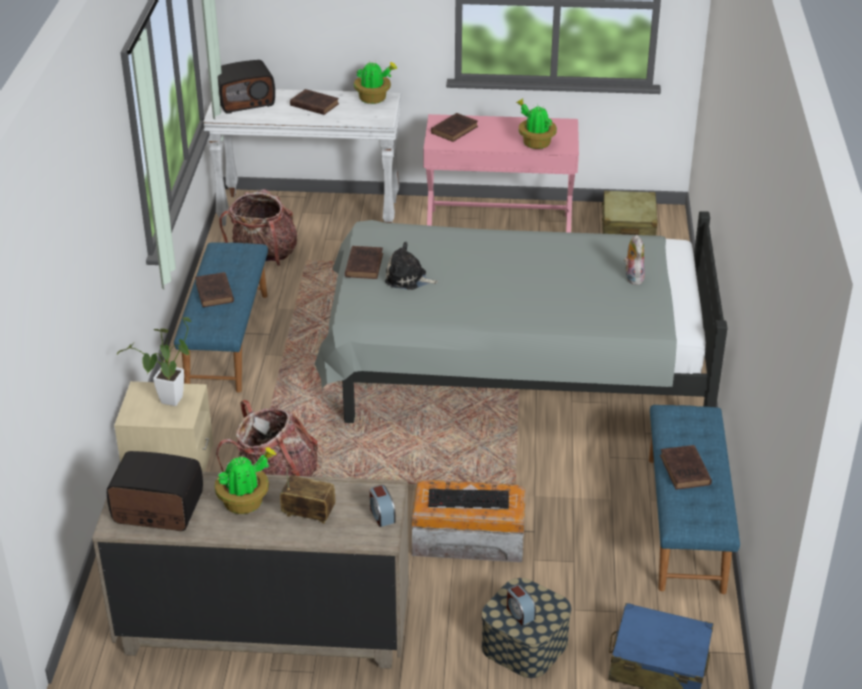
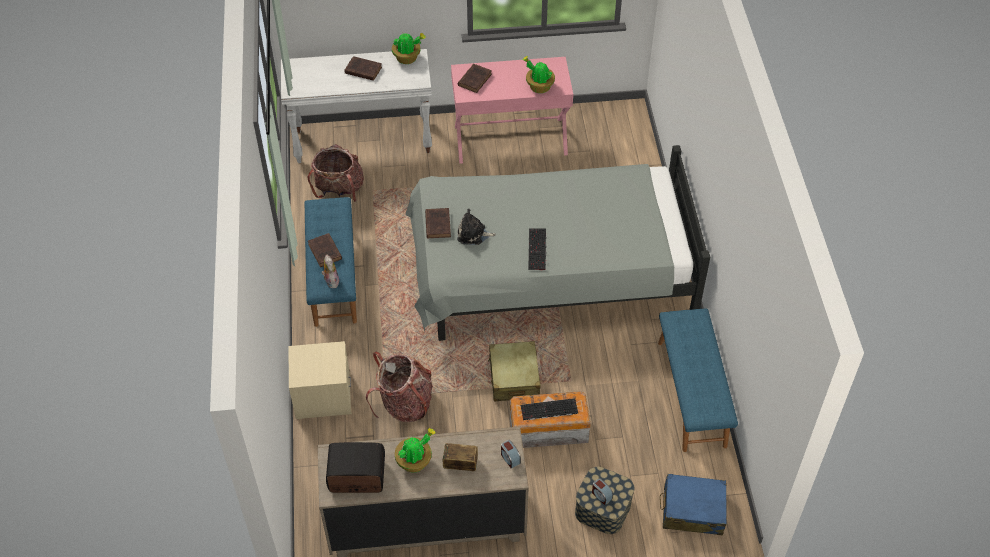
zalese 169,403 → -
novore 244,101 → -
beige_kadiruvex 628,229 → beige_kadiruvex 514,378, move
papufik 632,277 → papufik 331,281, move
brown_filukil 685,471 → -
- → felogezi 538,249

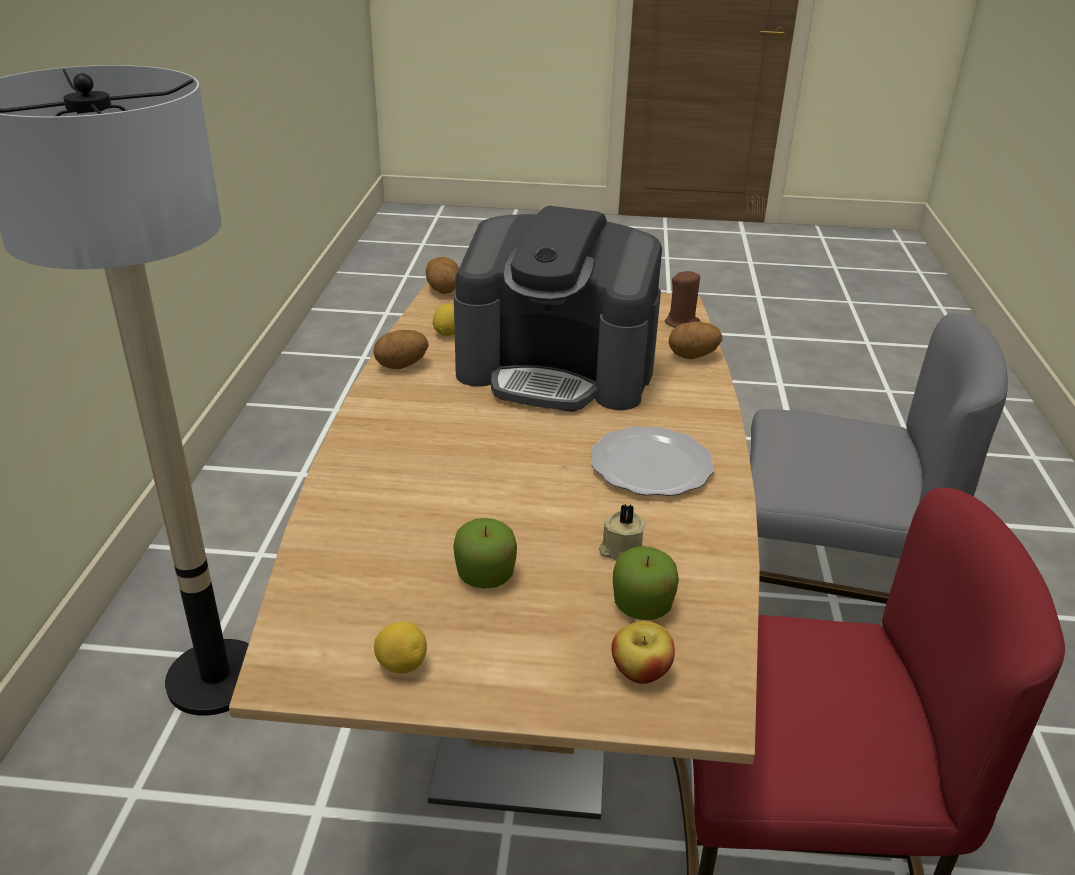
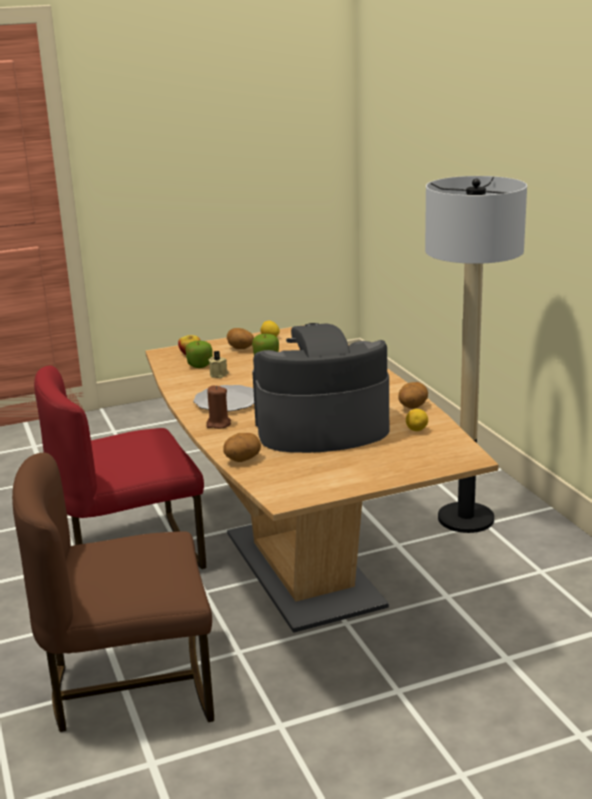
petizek 443,290 → petizek 240,349, move
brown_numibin 682,323 → brown_numibin 218,424, move
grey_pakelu 822,591 → brown_pakelu 131,686

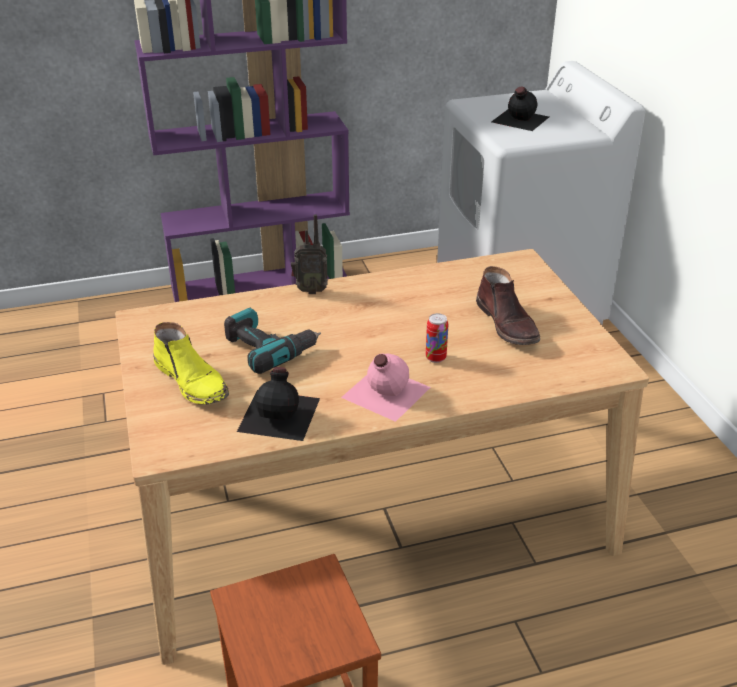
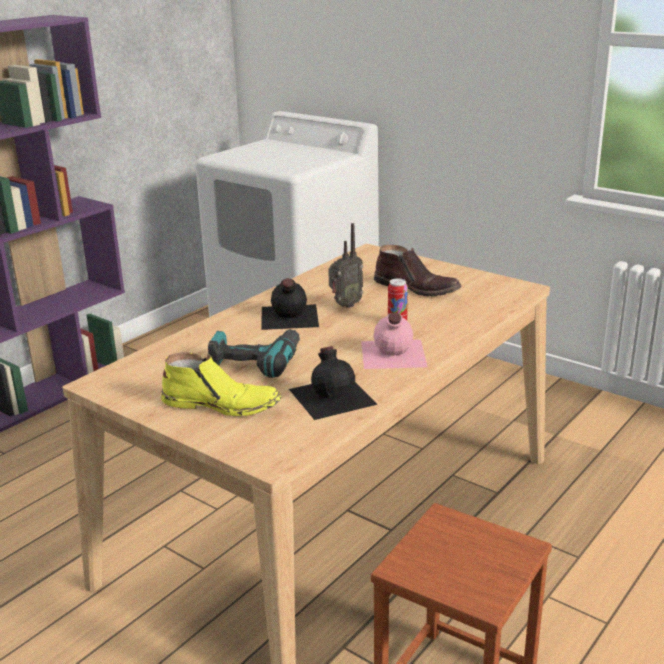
novore 310,290 → novore 345,305, move
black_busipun 519,119 → black_busipun 288,317, move

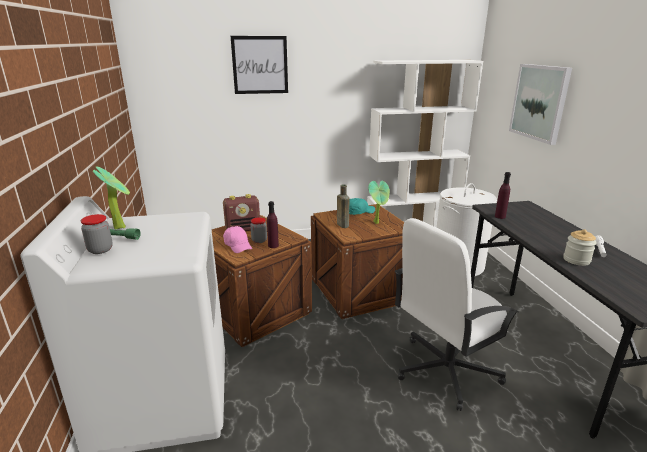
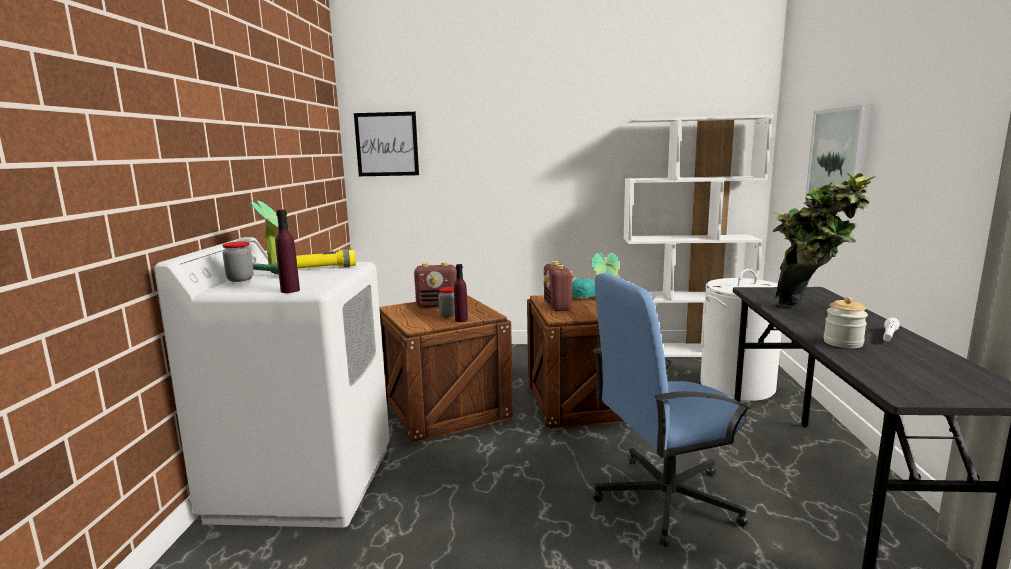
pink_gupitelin 238,245 → -
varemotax 260,65 → varemotax 387,144, move
brown_busipun 342,224 → novore 557,307
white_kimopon 445,370 → blue_kimopon 664,499
purple_busipun 500,216 → purple_busipun 290,290, move
- → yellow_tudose 322,268
- → zalese 811,310

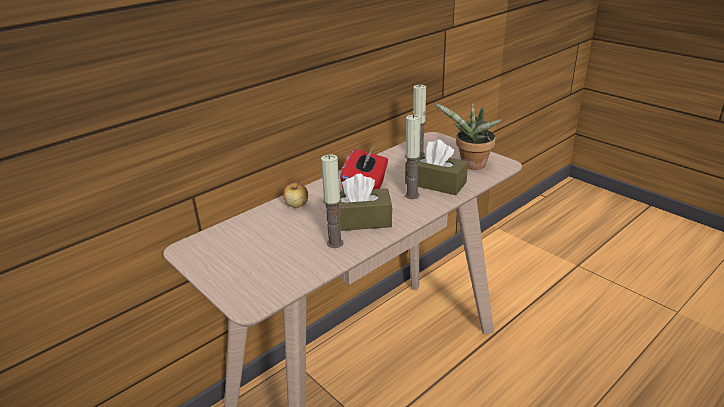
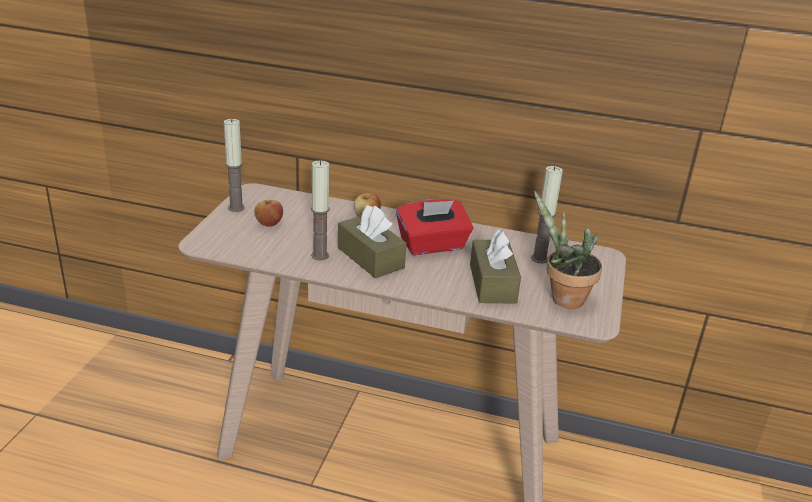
numibin 412,195 → numibin 236,208, move
- → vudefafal 269,223

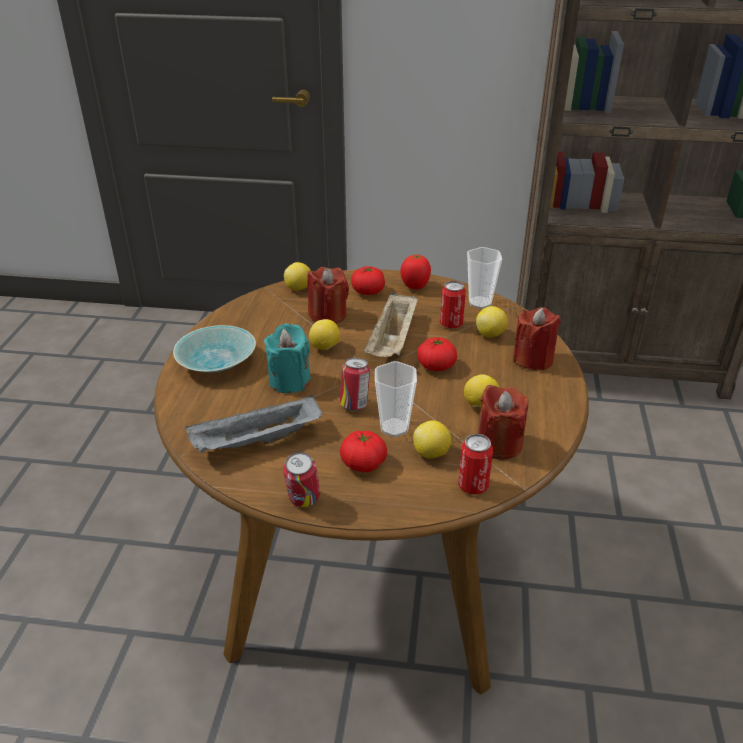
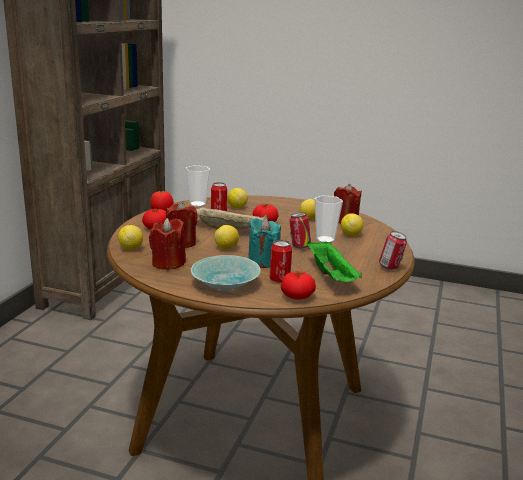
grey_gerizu 256,442 → green_gerizu 332,276
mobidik 363,463 → mobidik 297,296, move
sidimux 473,486 → sidimux 279,280, move
red_numibin 533,359 → red_numibin 168,263, move

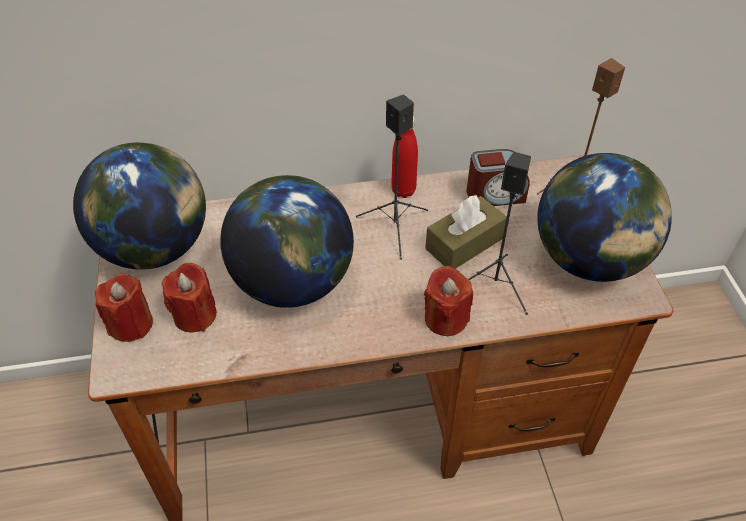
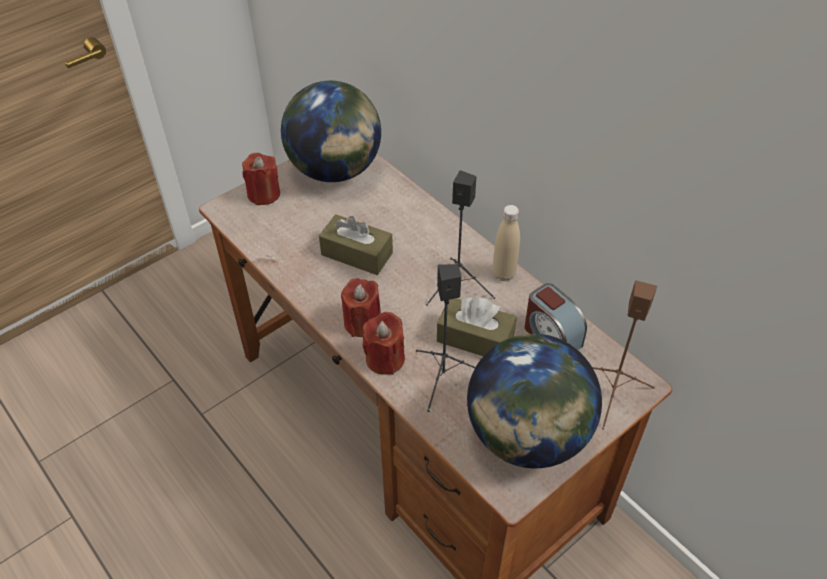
red_numibin 195,315 → red_numibin 362,322, move
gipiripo 293,282 → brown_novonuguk 357,254
red_busipun 403,191 → beige_busipun 503,274

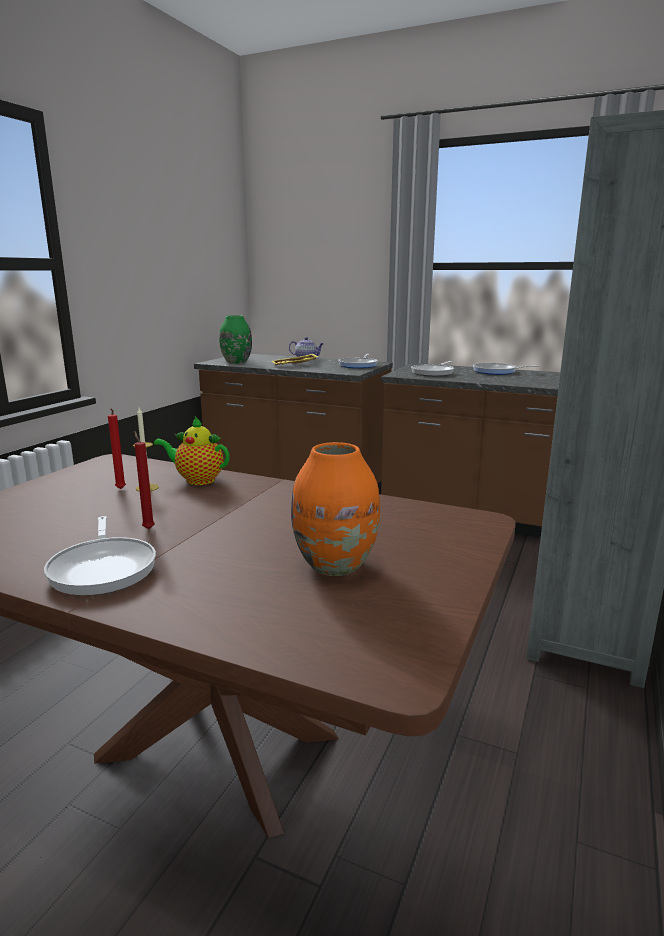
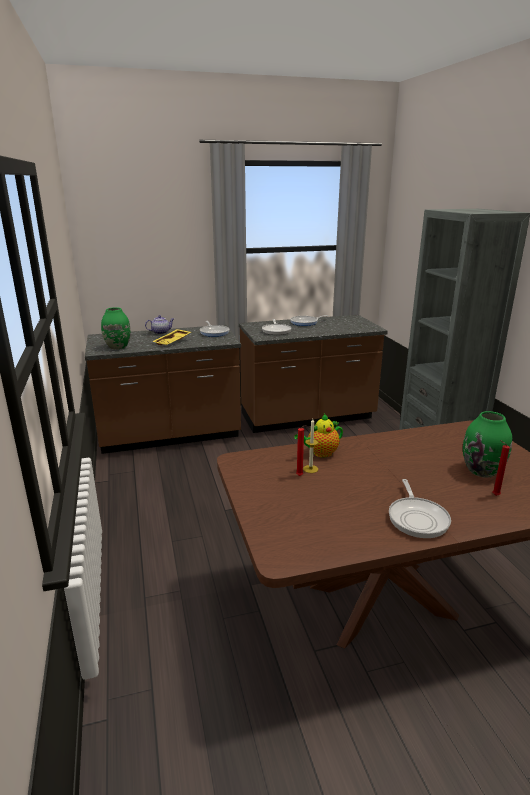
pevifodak 103,569 → pevifodak 417,518, 60 degrees clockwise
red_numibin 148,528 → red_numibin 494,495, move
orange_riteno 336,565 → green_riteno 482,471

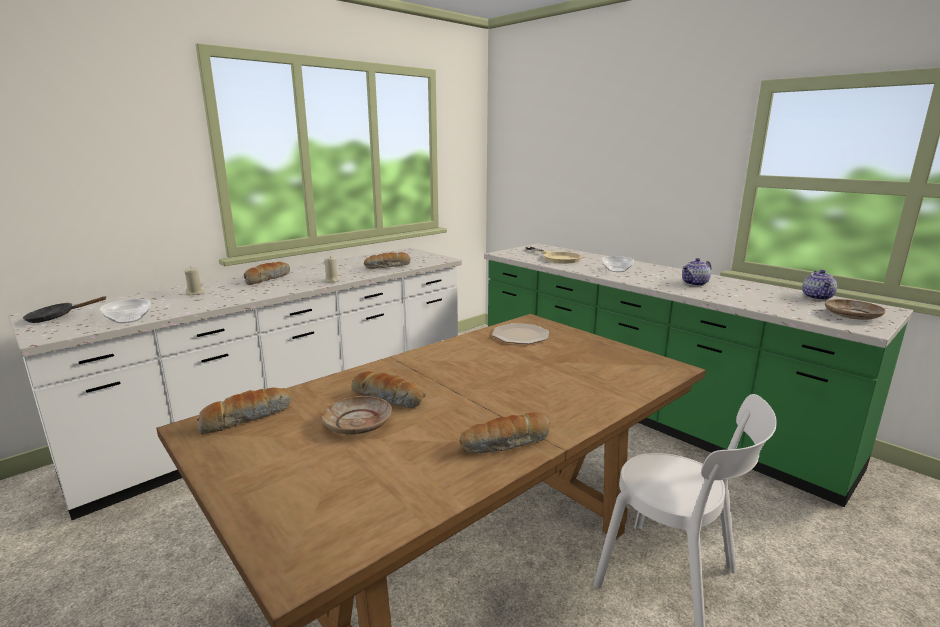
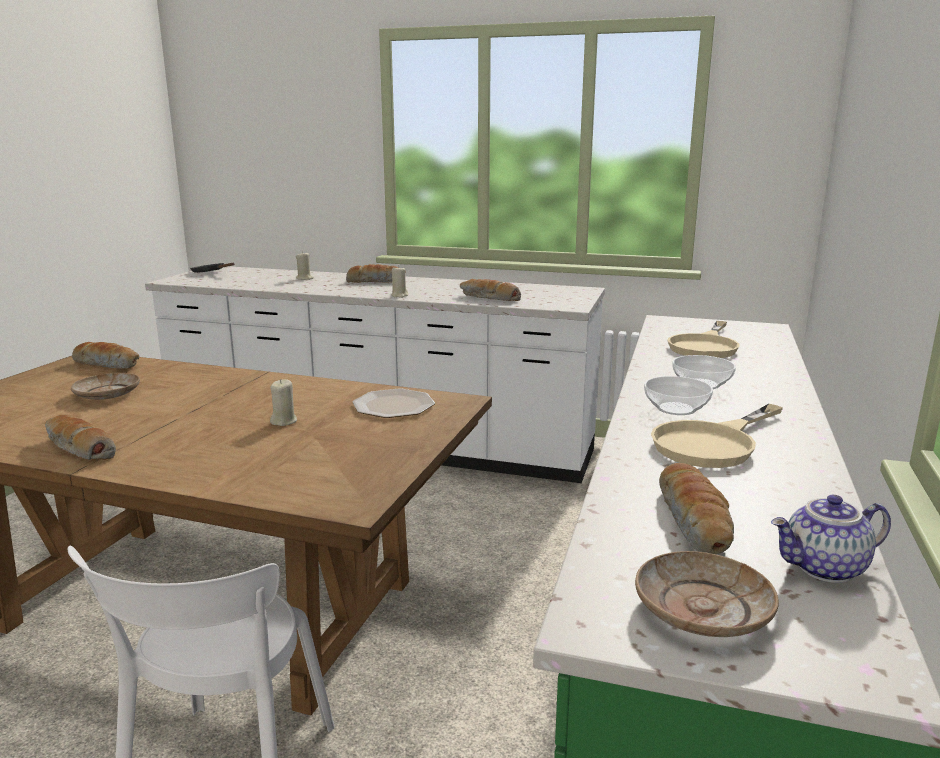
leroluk 128,319 → leroluk 676,408, move
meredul 389,398 → meredul 695,522, move
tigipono 695,284 → beige_pevifodak 713,443
- → beige_numibin 284,421

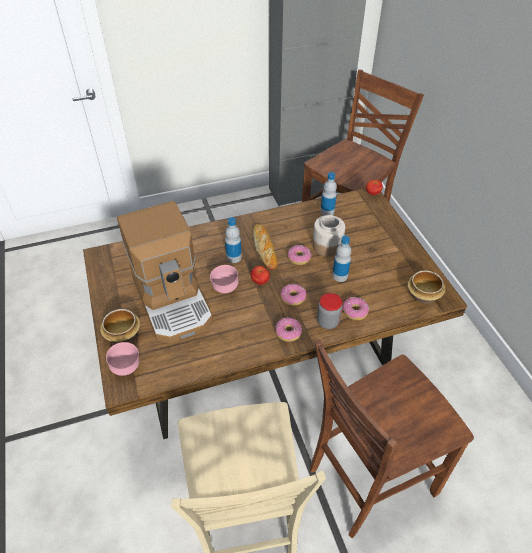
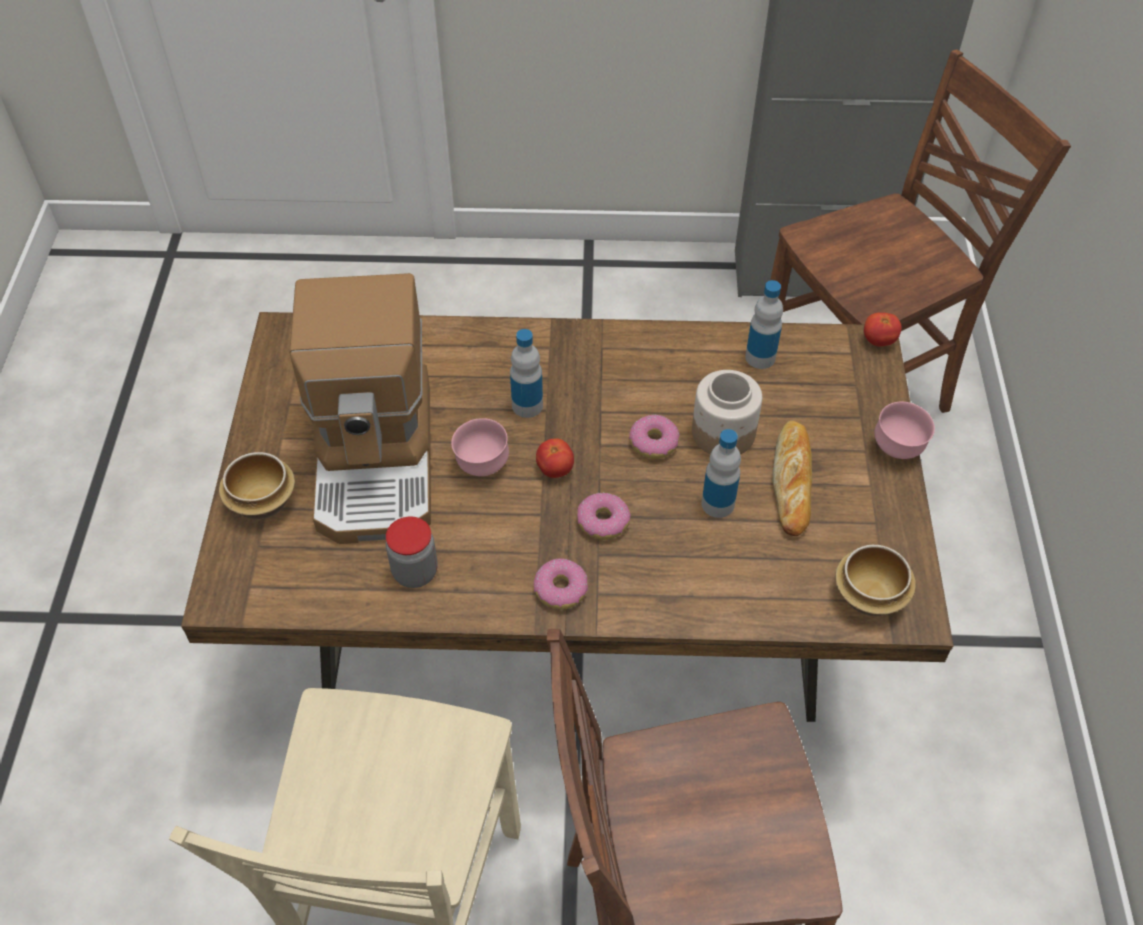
pink_leroluk 126,368 → pink_leroluk 898,449, move
meredul 265,249 → meredul 793,481, move
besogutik 328,322 → besogutik 415,572, move
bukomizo 354,311 → -

